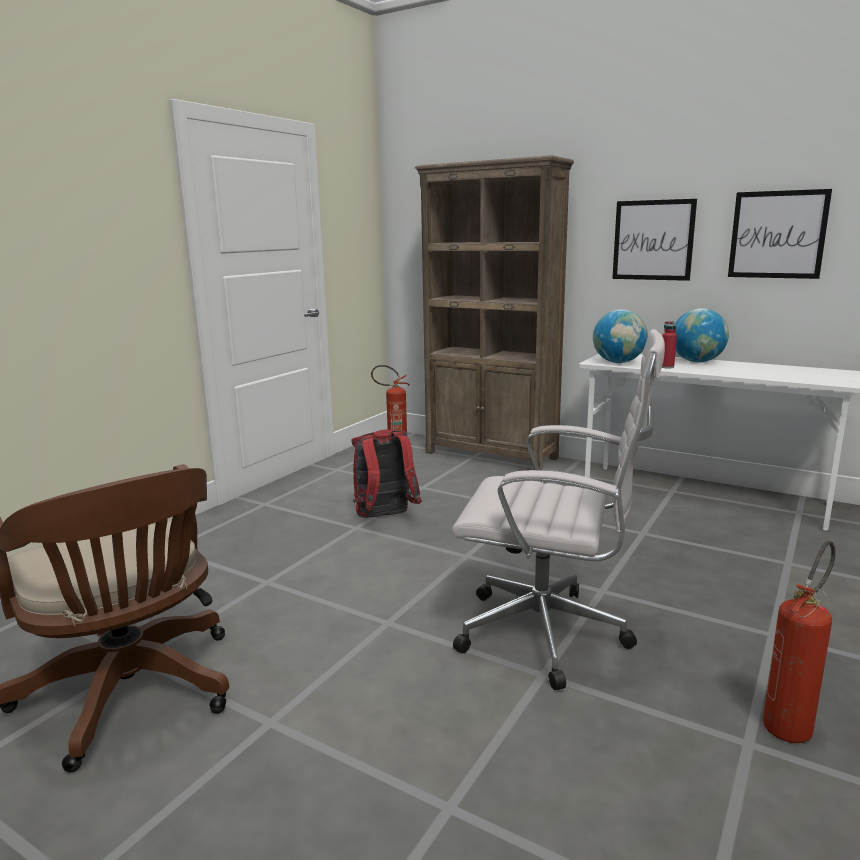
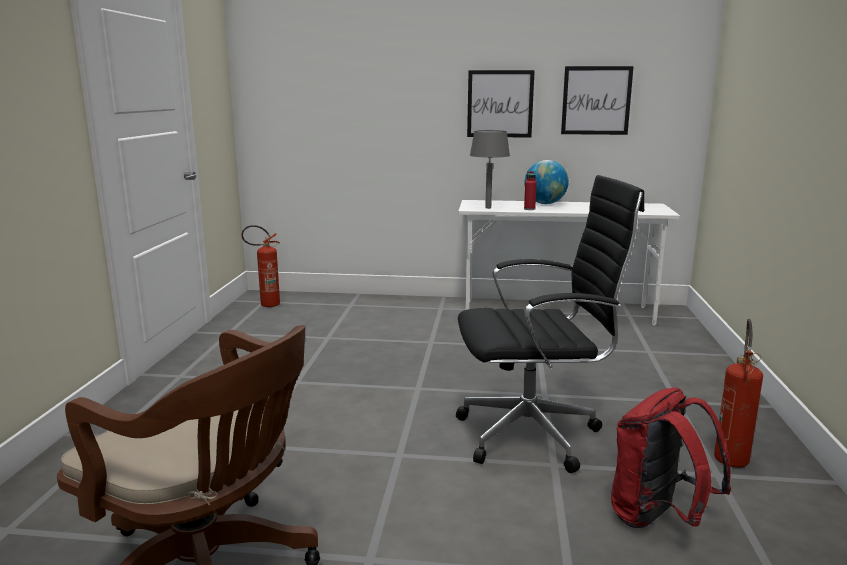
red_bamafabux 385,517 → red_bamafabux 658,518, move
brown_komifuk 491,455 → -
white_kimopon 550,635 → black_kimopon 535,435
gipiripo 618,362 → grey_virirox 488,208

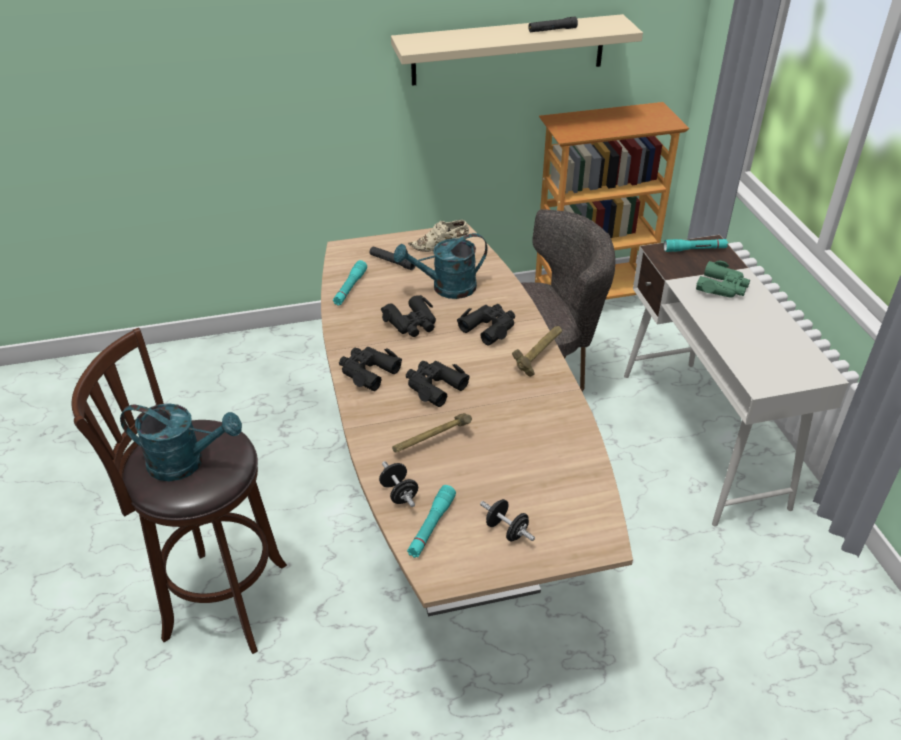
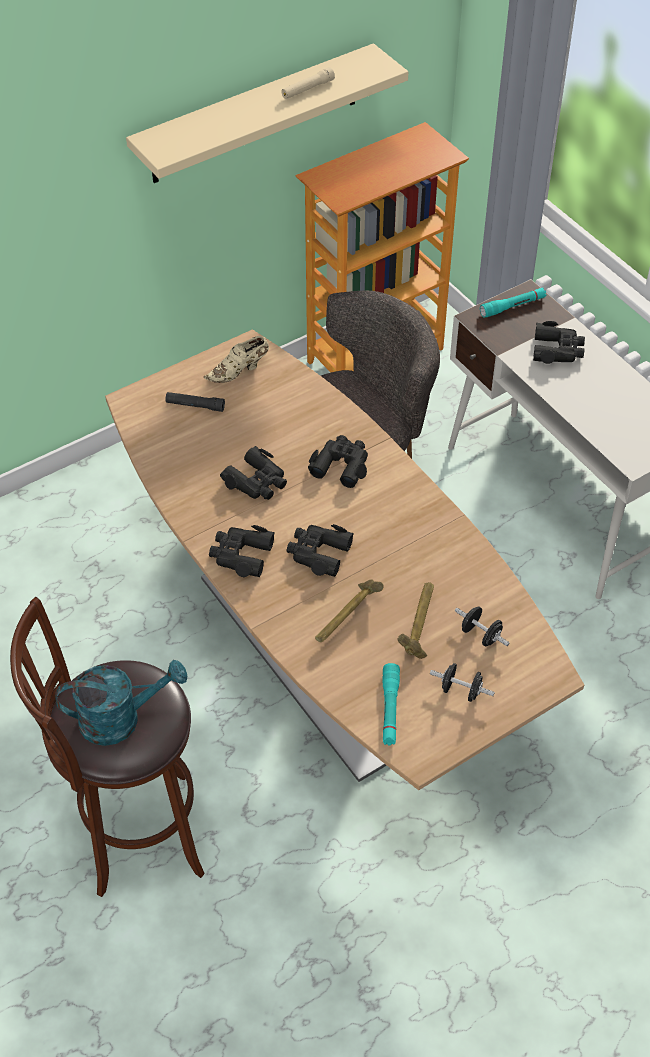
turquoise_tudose 350,288 → -
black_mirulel 399,493 → black_mirulel 480,635, move
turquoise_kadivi 446,288 → -
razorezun 539,356 → razorezun 420,626, move
black_tudose 552,30 → beige_tudose 307,89
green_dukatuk 722,287 → black_dukatuk 557,350

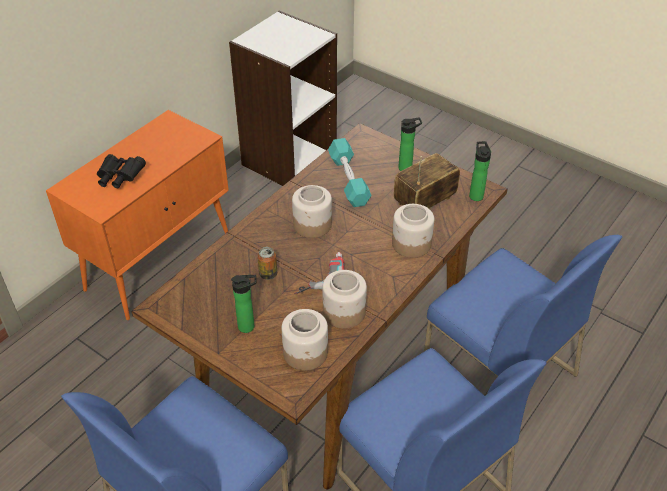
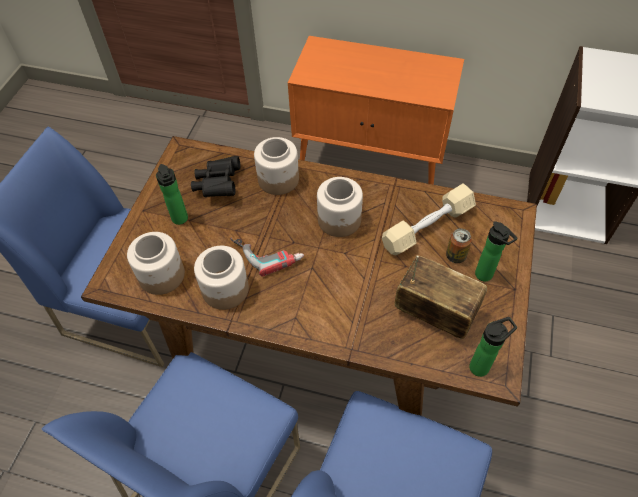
black_dukatuk 119,178 → black_dukatuk 218,185, move
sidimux 268,274 → sidimux 455,256, move
turquoise_mirulel 348,180 → beige_mirulel 427,227
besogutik 412,244 → besogutik 278,180, move

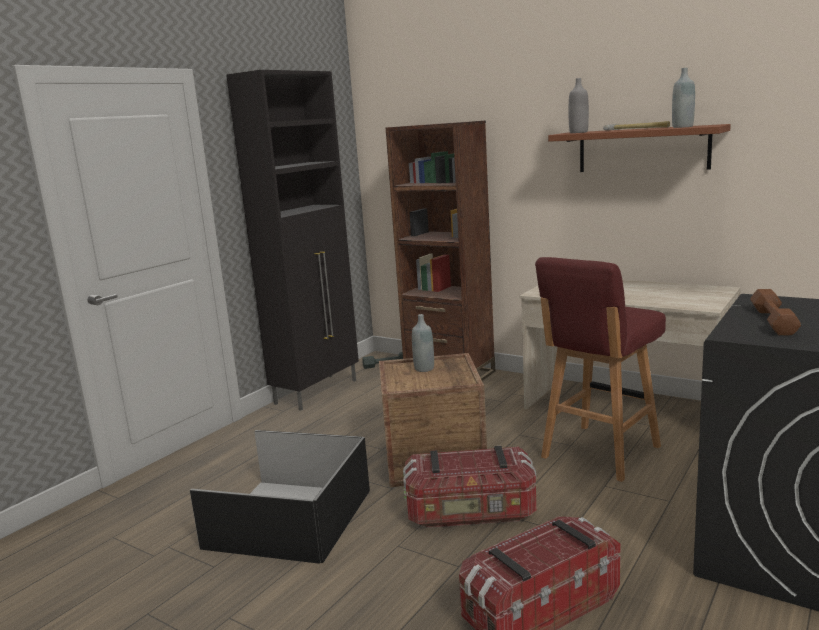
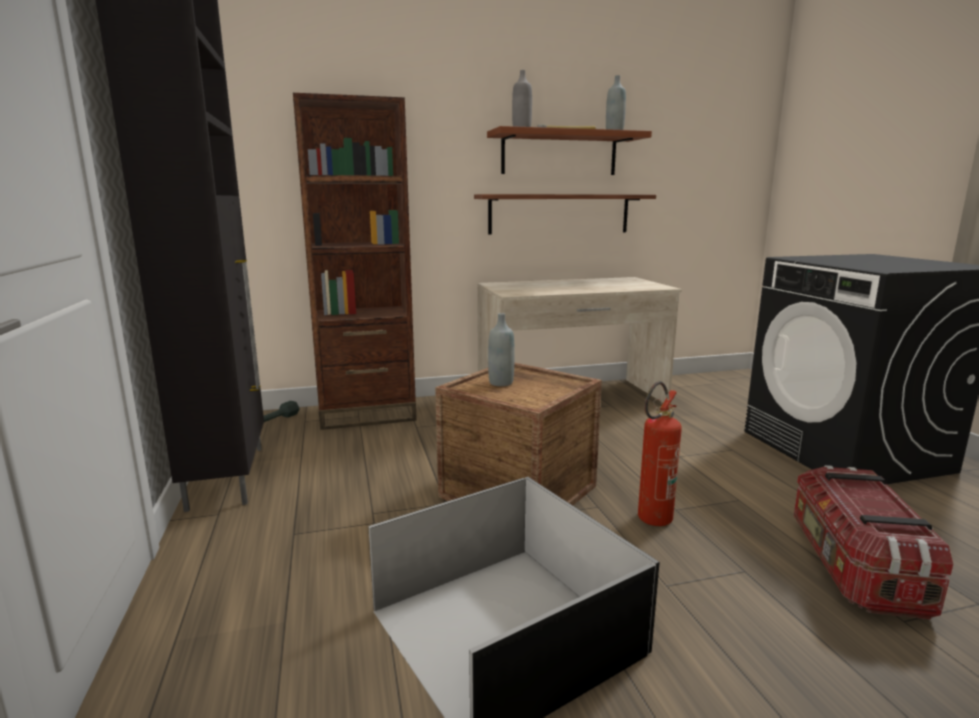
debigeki 471,513 → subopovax 651,521
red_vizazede 599,453 → -
brown_mirulel 773,321 → -
- → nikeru 559,214

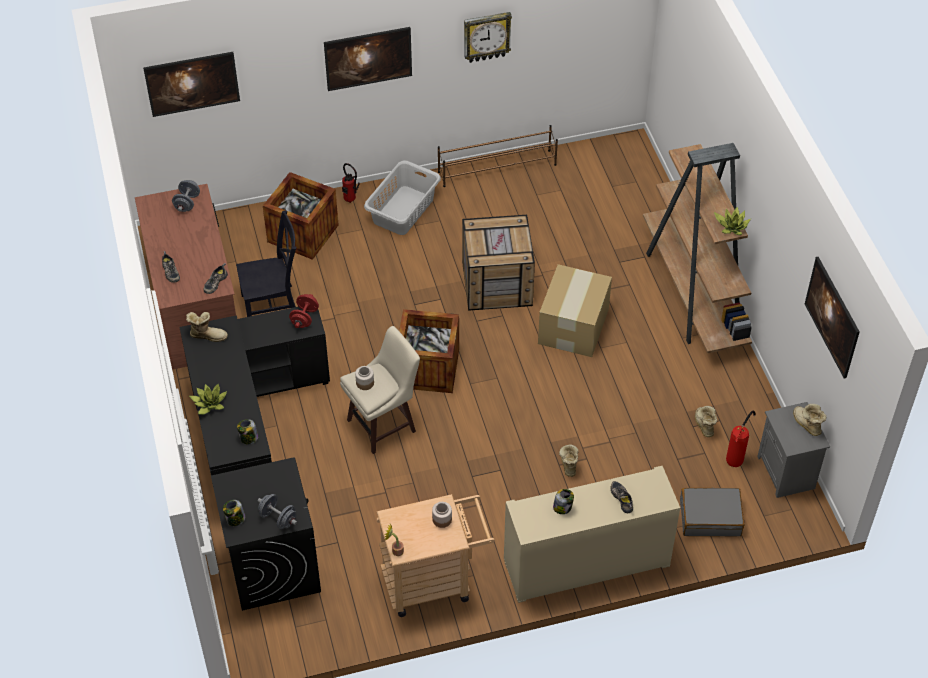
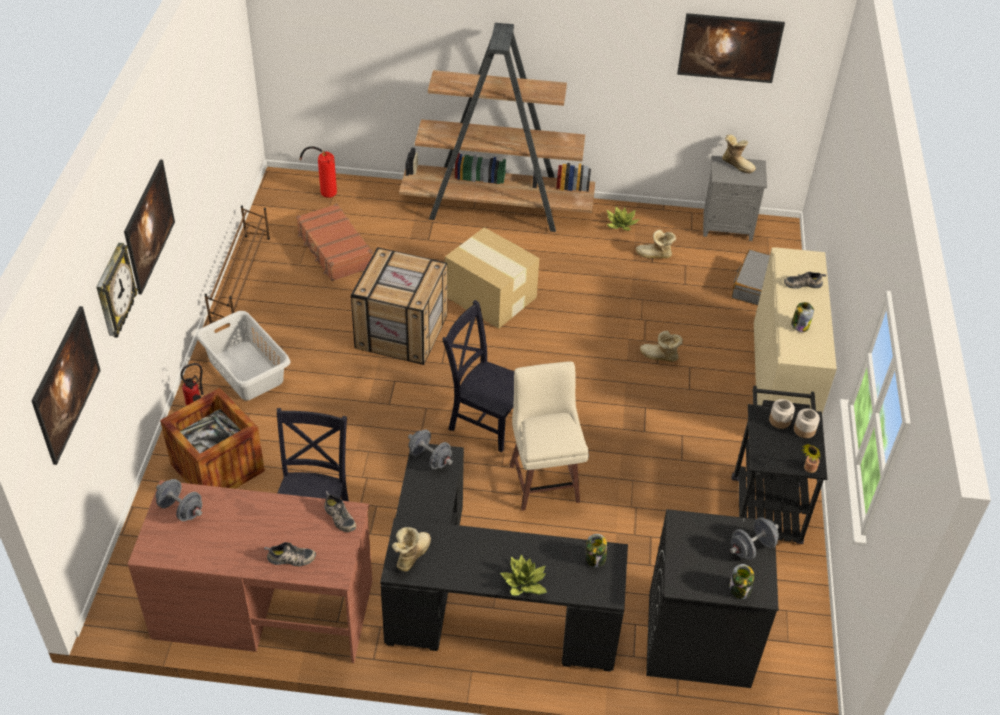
red_mirulel 304,318 → grey_mirulel 430,458
besogutik 364,383 → besogutik 804,430, move
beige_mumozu 434,581 → black_mumozu 765,502
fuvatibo 428,368 → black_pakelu 485,420
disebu 486,36 → disebu 114,292, move
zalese 732,226 → zalese 620,224, move
subopovax 738,453 → subopovax 323,188, move
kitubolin 806,425 → kitubolin 737,164, 135 degrees counterclockwise
- → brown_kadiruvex 334,250

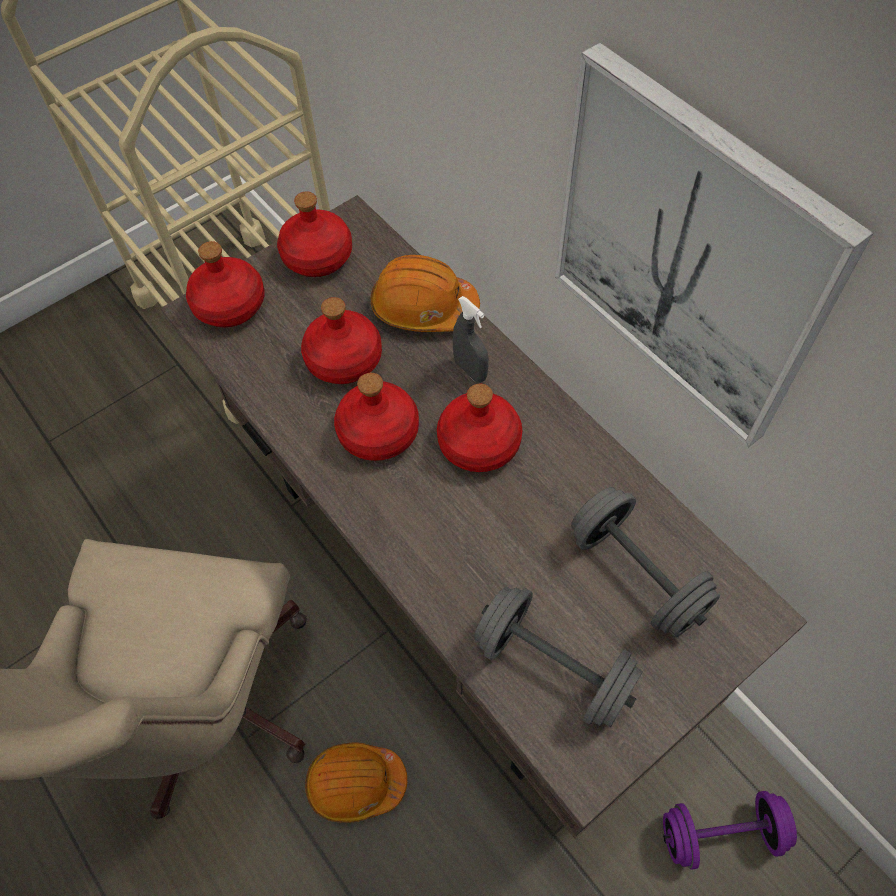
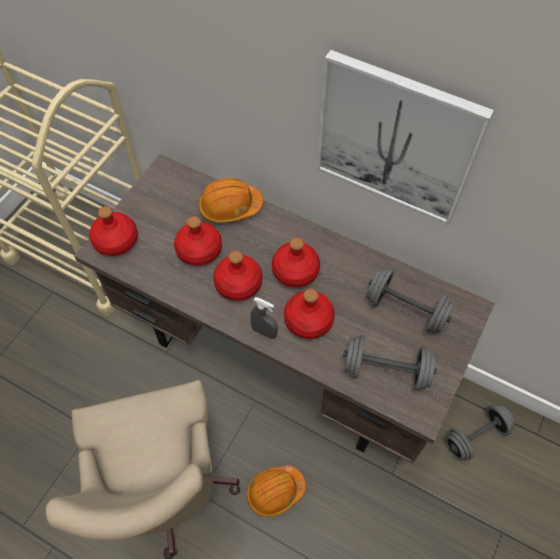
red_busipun 317,257 → red_busipun 309,321, move
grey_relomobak 470,370 → grey_relomobak 264,332, move
purple_mirulel 721,833 → grey_mirulel 475,437

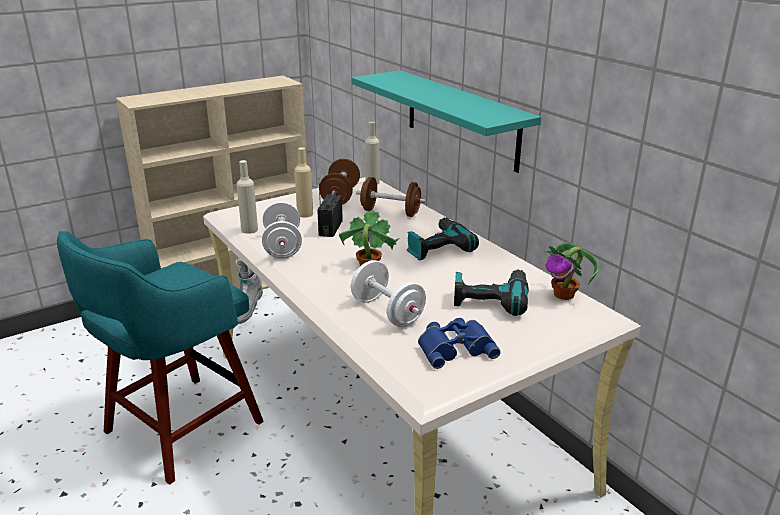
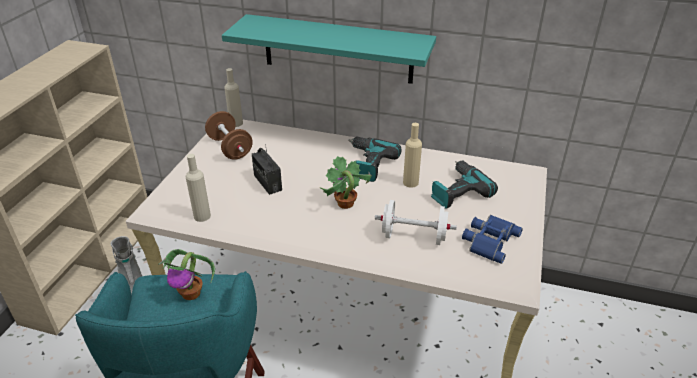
white_mirulel 283,246 → -
beige_busipun 305,214 → beige_busipun 410,182, move
brown_mirulel 390,212 → -
zalese 564,295 → zalese 192,293, move

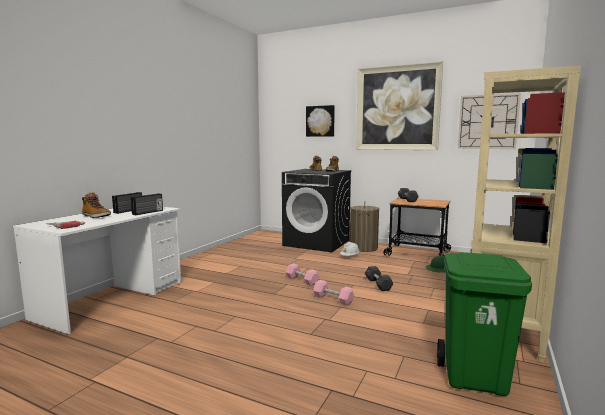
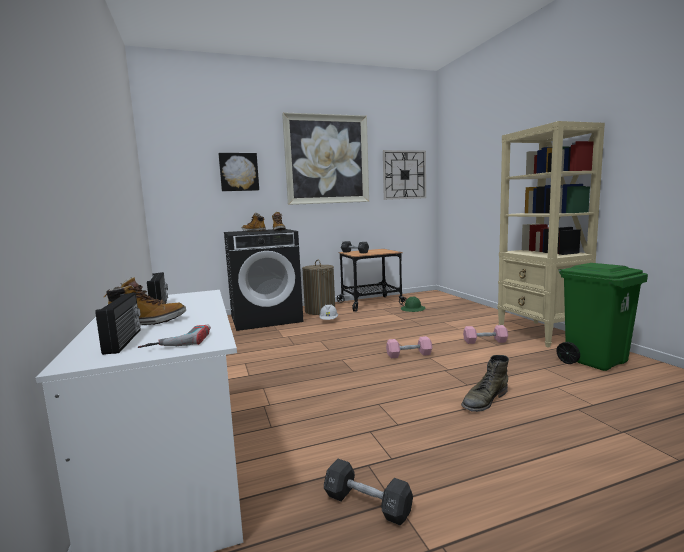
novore 148,212 → novore 124,341, move
pink_mirulel 302,280 → pink_mirulel 485,341, move
black_mirulel 378,284 → black_mirulel 367,504, move
- → green_kitubolin 484,400

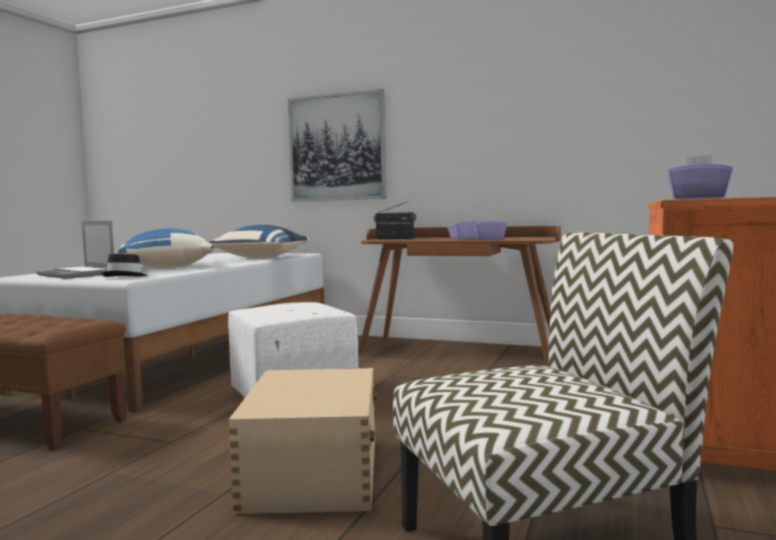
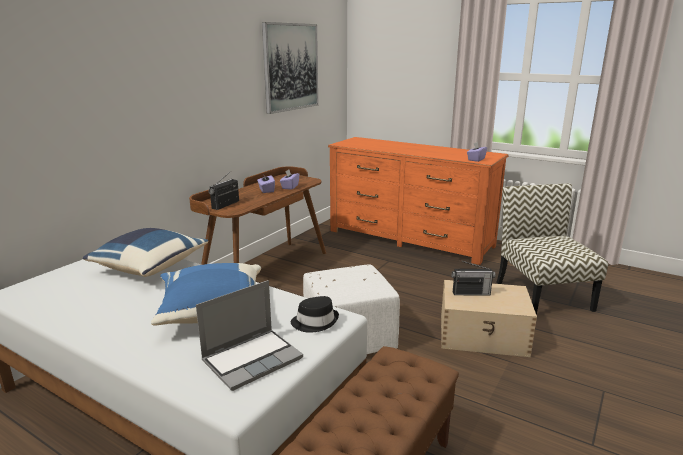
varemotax 337,147 → varemotax 291,67, move
- → novore 471,293

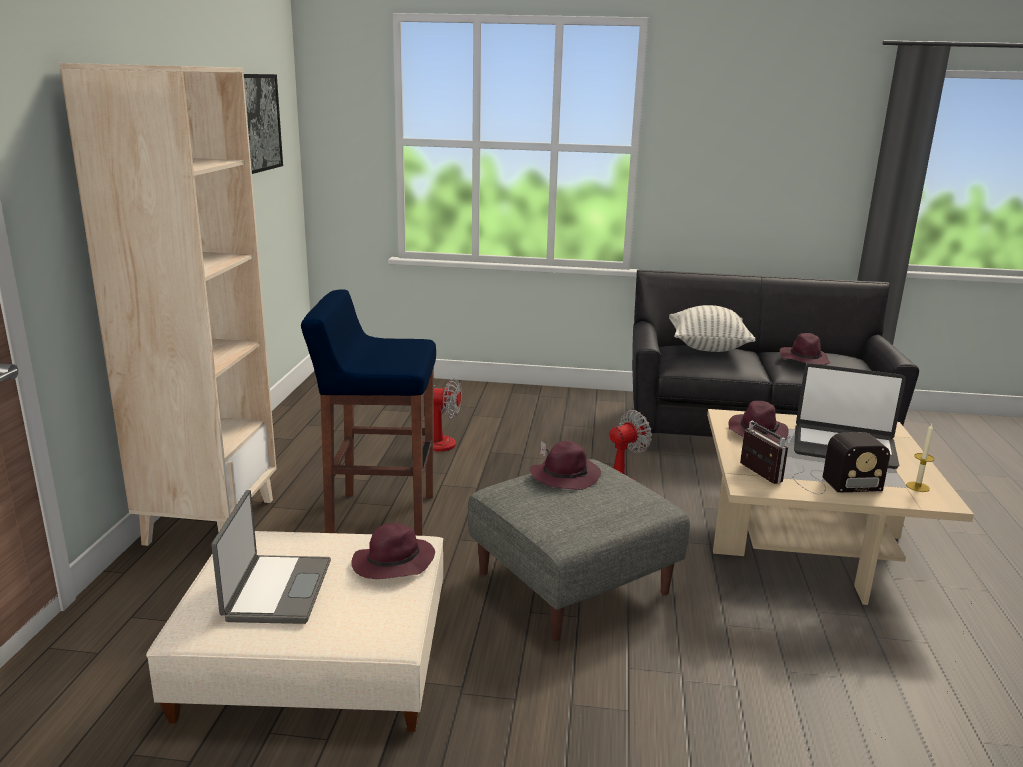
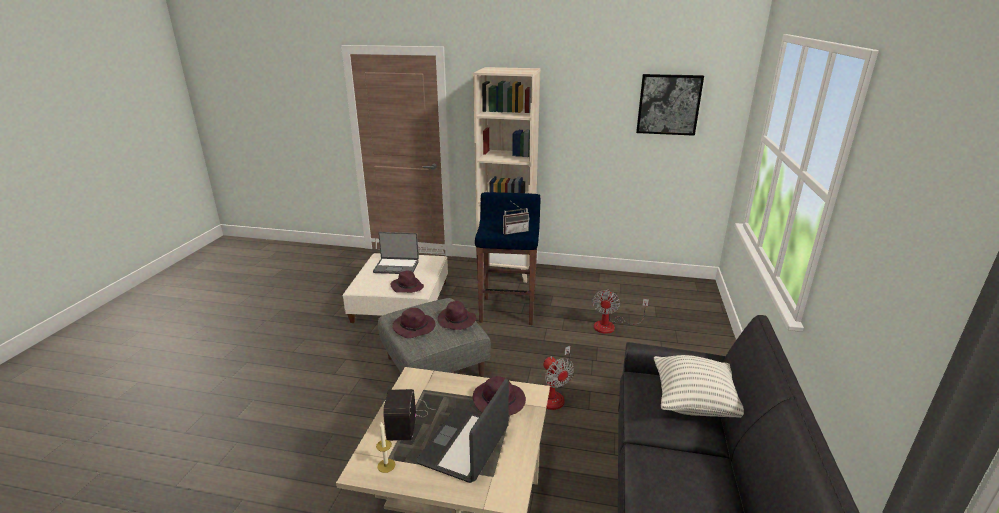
novore 755,474 → novore 514,231, move
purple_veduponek 804,359 → purple_veduponek 415,327, move

